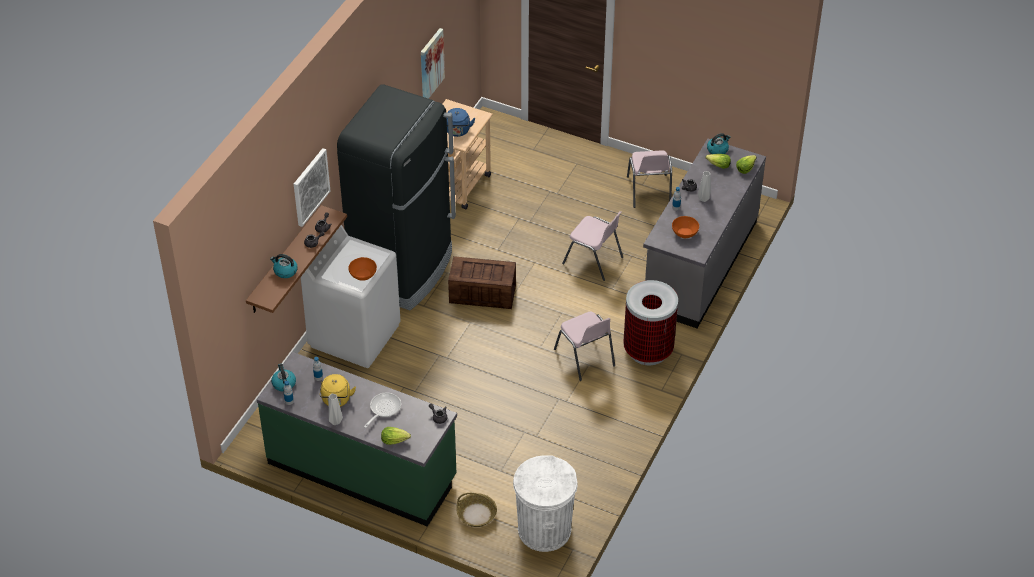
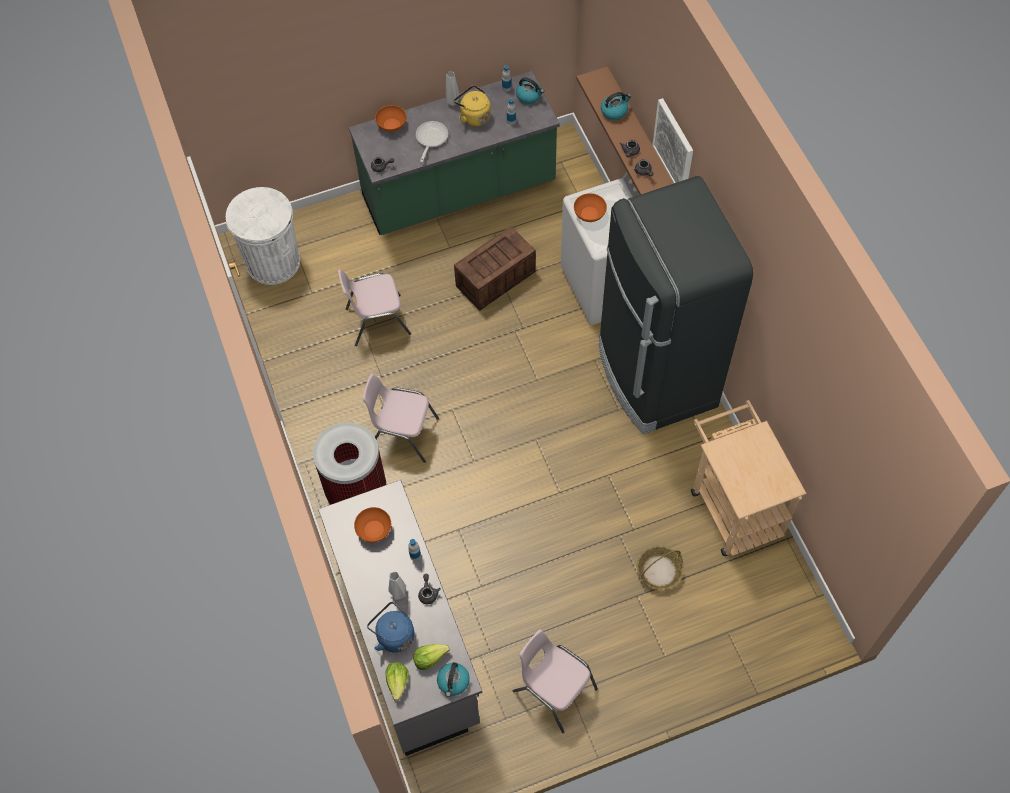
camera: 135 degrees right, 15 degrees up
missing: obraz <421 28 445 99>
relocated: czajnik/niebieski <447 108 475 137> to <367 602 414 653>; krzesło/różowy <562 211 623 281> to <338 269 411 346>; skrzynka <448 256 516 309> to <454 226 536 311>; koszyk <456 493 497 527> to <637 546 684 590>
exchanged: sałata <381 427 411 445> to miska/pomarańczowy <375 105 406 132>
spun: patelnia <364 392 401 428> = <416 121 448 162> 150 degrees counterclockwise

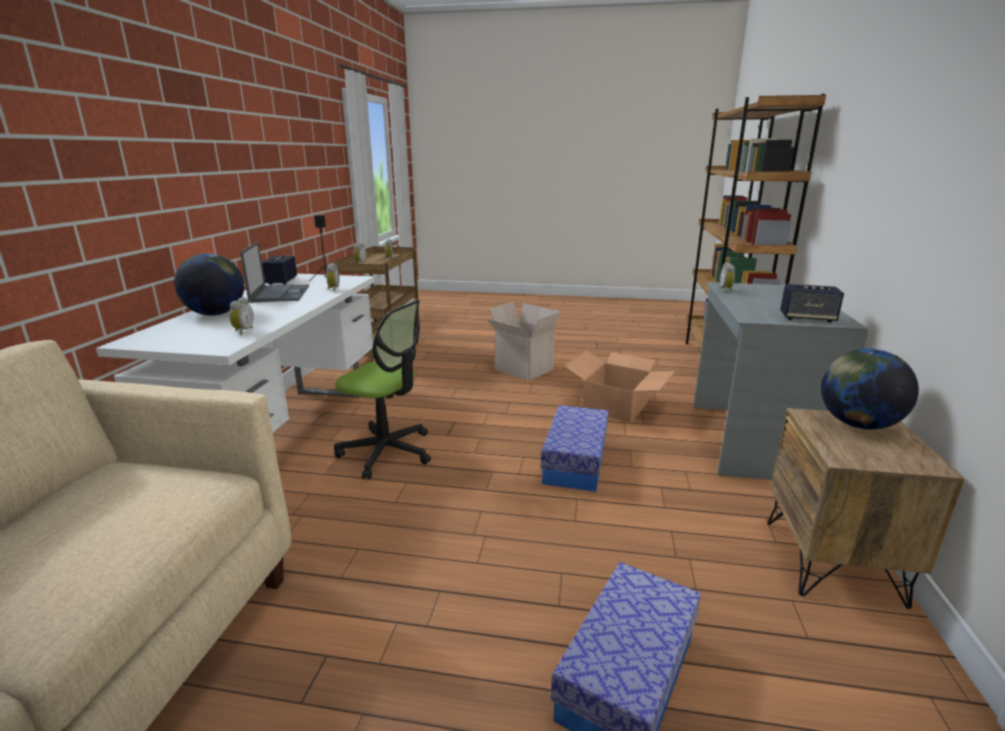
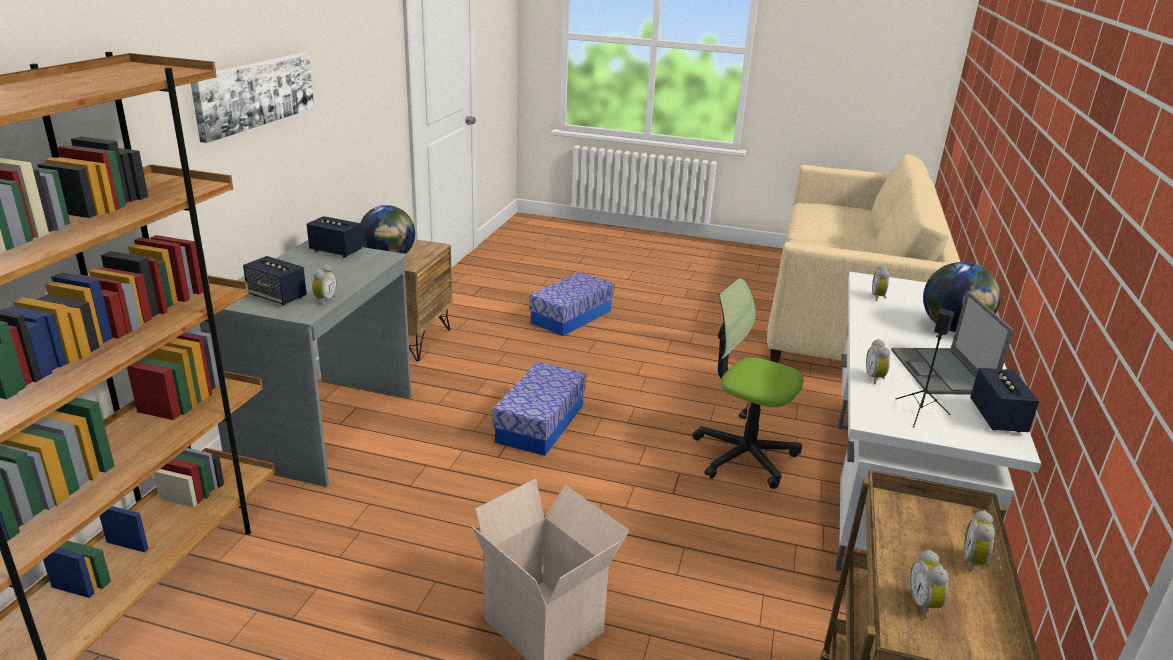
camera: 175 degrees left, 5 degrees up
missing: karton <565 350 675 422>
appeared: obraz <191 52 314 143>; głośnik <243 256 307 305>

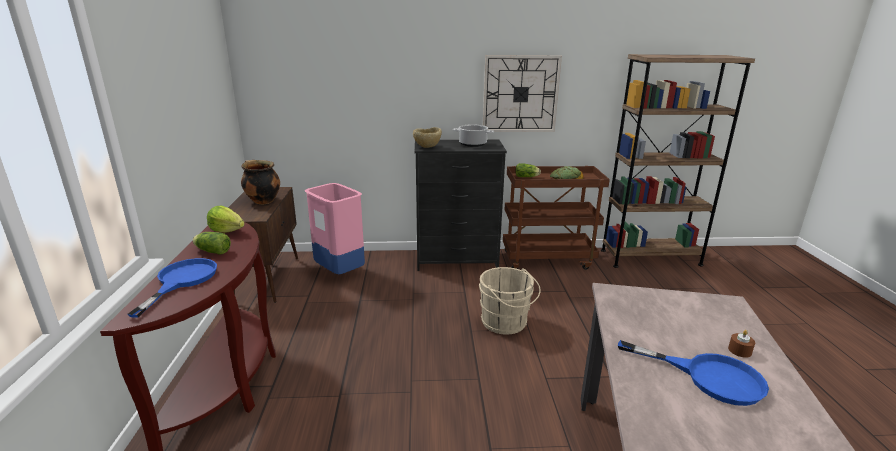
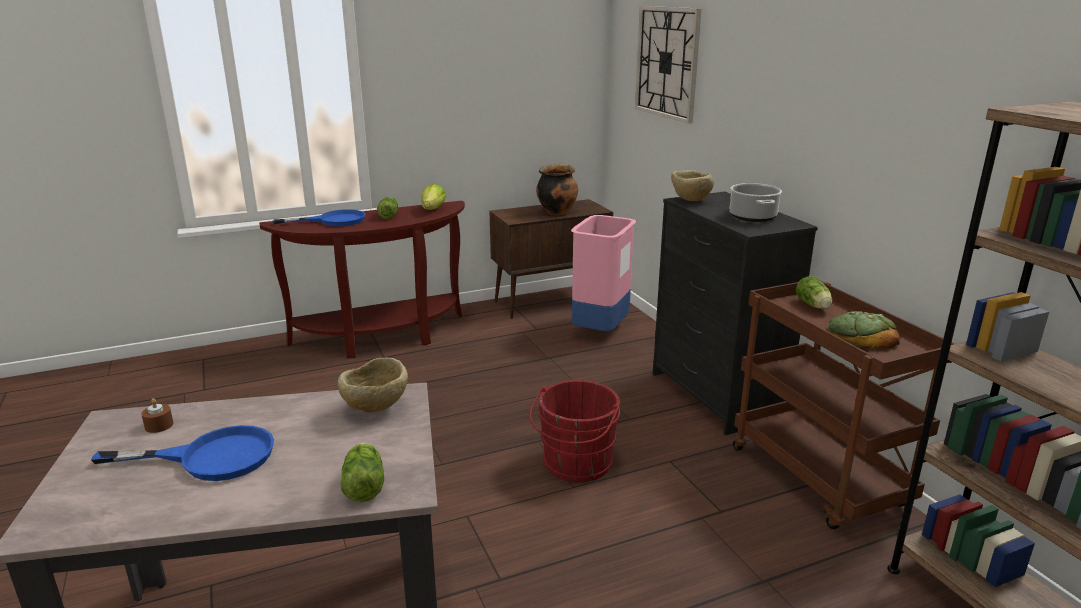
camera: 70 degrees right, 0 degrees up
appeared: miska/beżowy <338 358 408 413>; sałata <340 443 384 502>
relocated: zegar ścienny <483 55 562 132> to <635 6 702 124>; świeca/brązowy <728 330 755 358> to <141 398 173 433>
colour: wiadro/beżowy <479 267 541 335> to wiadro/czerwony <529 380 621 482>
spun: patelnia/niebieski <618 340 769 406> = <91 425 274 481> 105 degrees counterclockwise

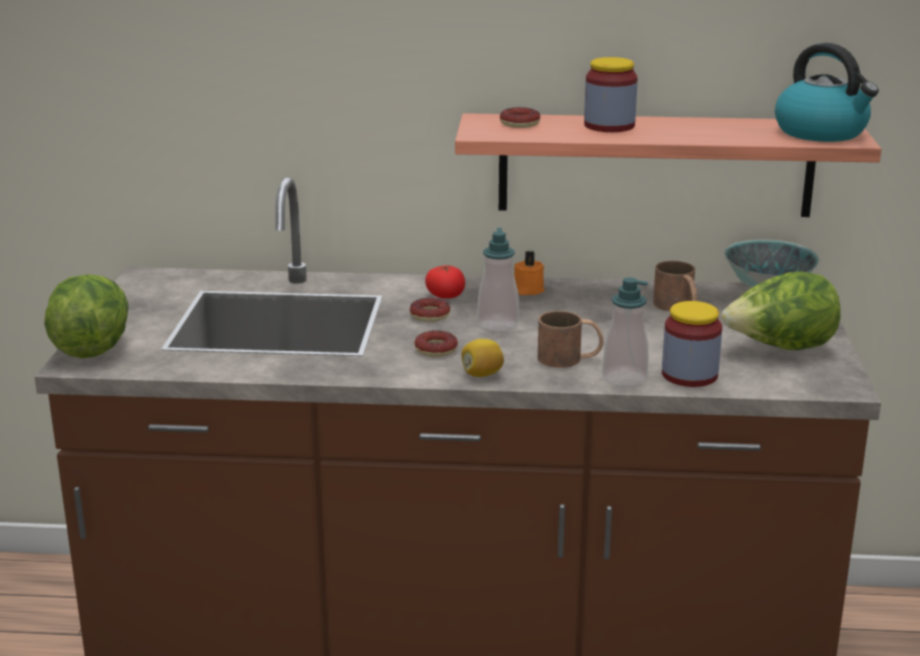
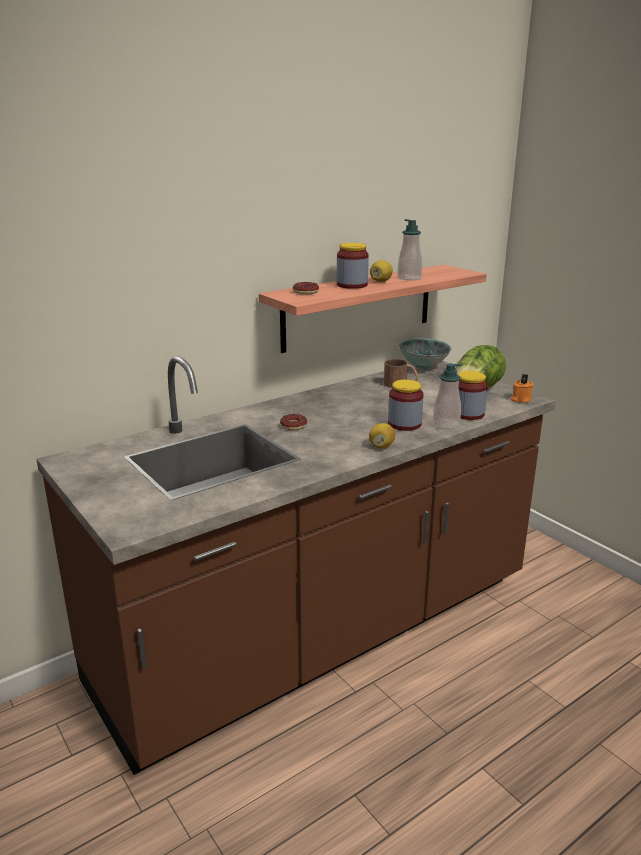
camera: 40 degrees left, 0 degrees up
missing: czajnik <775 43 879 142>; pomidor <425 265 465 299>; sałata <44 274 129 359>; donut <414 331 458 357>
appeared: cytryna <370 260 393 282>
relocated: dozownik mydła <477 228 519 332> to <397 219 422 281>; świeca/pomarańczowy <514 251 545 295> to <511 374 534 403>
exchanged: kubek/brązowy <538 311 604 368> to słoik <388 380 424 431>

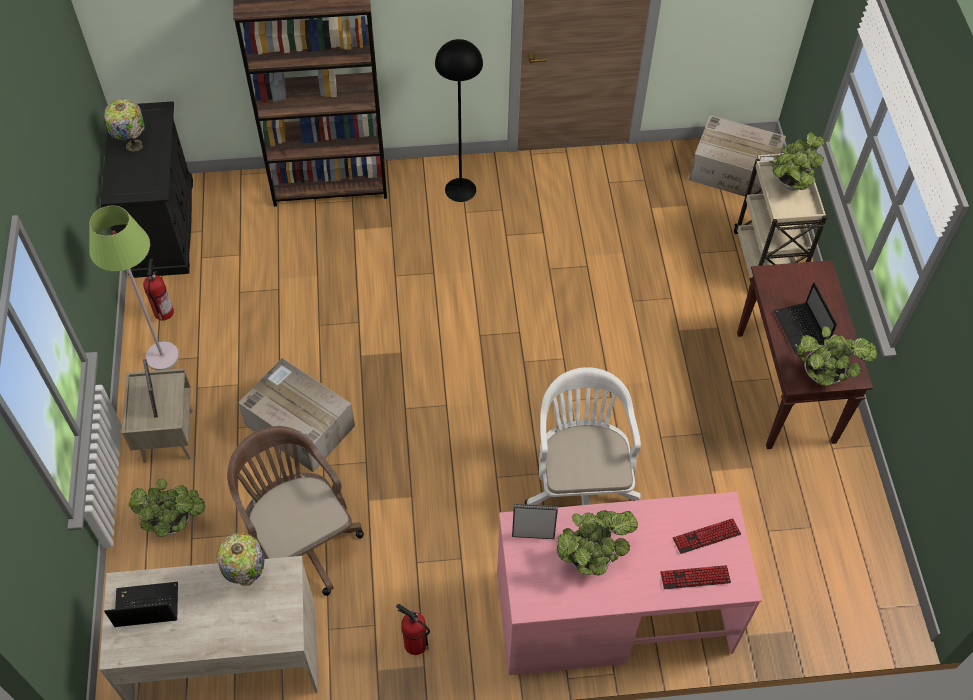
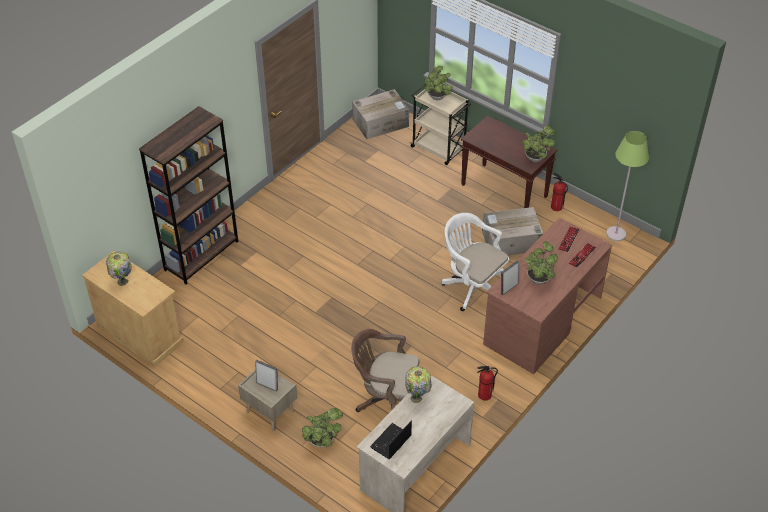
camera: 45 degrees left, 10 degrees down
missing: lampa stojąca/czarny <435 39 483 202>; laptop <774 282 837 354>
relocated: lampa stojąca/zielony <89 206 179 370> to <606 131 649 241>; gaśnica <143 259 174 320> to <551 173 568 211>; karton <238 358 355 472> to <482 207 543 255>
colour: szafka/czarny <101 101 193 278> to szafka/beżowy <82 251 183 368>; biurko/różowy <497 492 763 675> to biurko/brązowy <483 218 612 374>

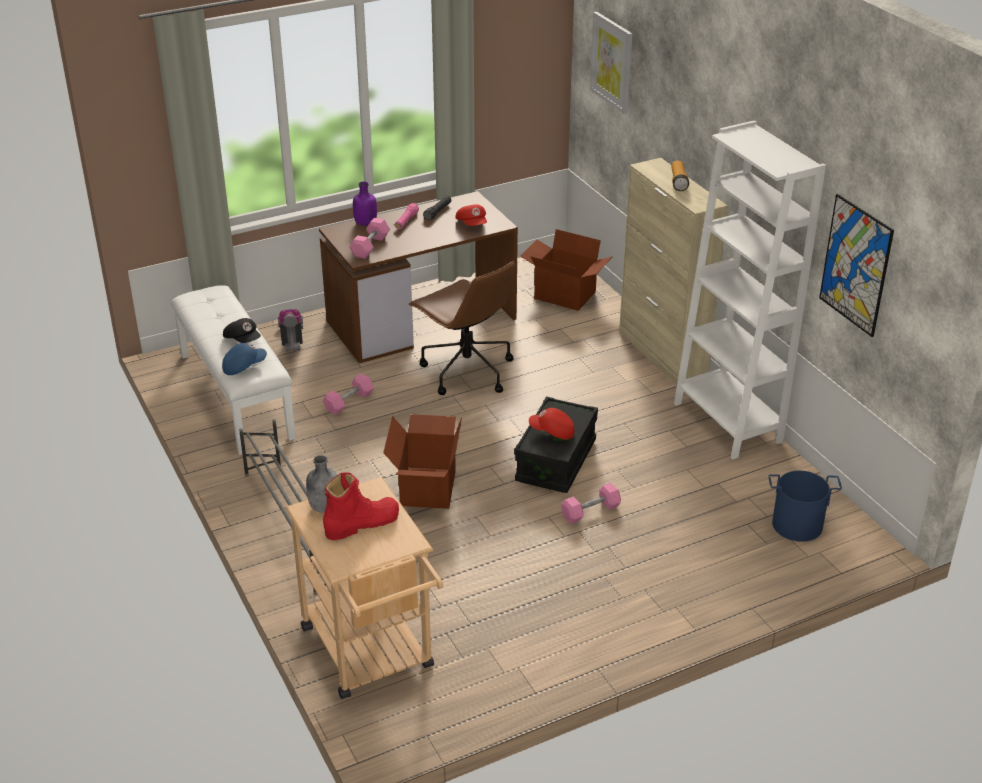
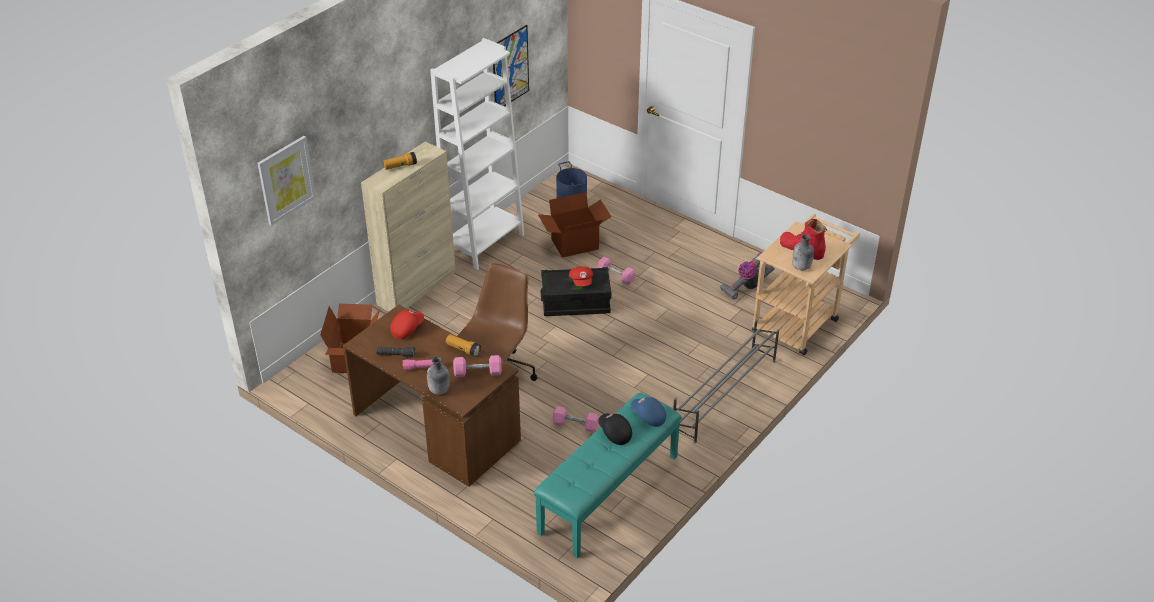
camera: 115 degrees left, 5 degrees up
appeared: latarka <446 334 481 357>
relocated: odkurzacz <278 309 303 351> to <720 252 775 300>; karton <383 414 462 509> to <538 192 612 258>
colour: butelka/fioletowy <353 182 377 226> to butelka/szary <427 357 450 395>; ławka/biały <171 286 296 455> to ławka/turkusowy <534 393 682 558>
spun: czapka z daszkiem/czarny <223 318 261 343> = <598 414 632 445> 60 degrees counterclockwise

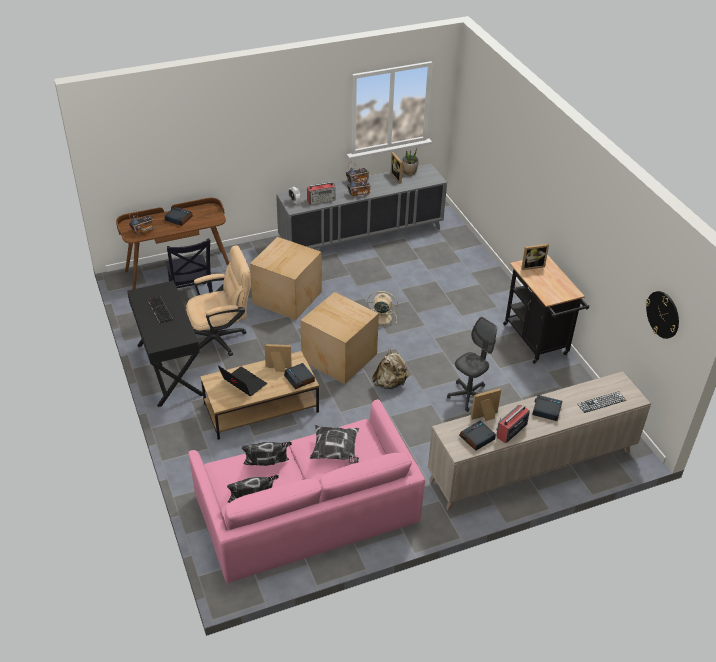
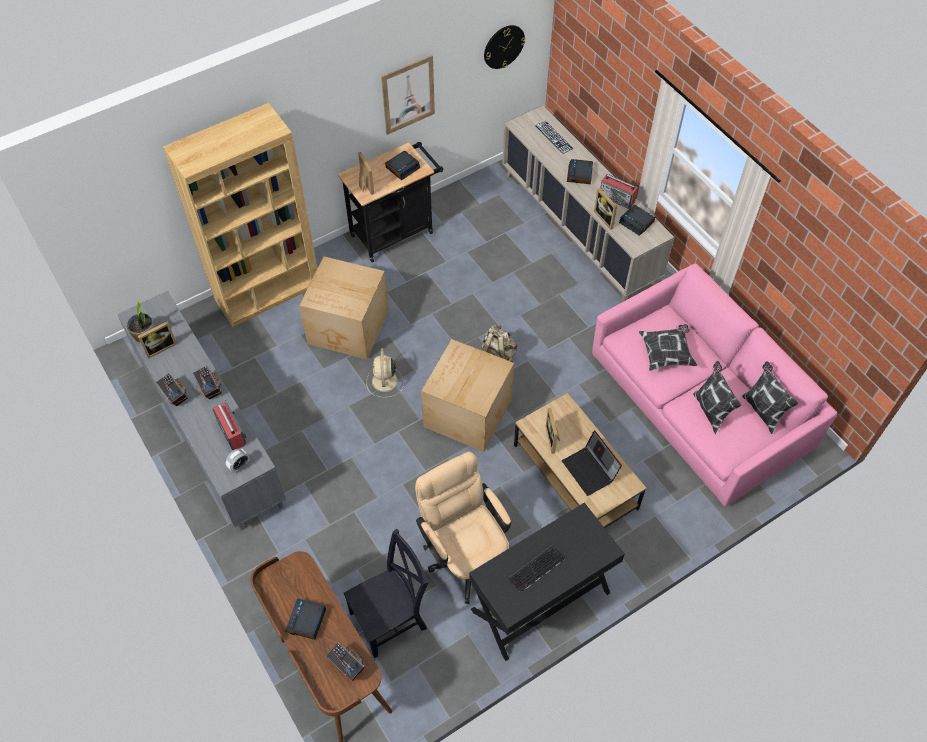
camera: 100 degrees left, 15 degrees up
missing: krzesło biurowe/szary <447 317 497 412>
appeared: obraz <381 55 435 135>; regał/brązowy <163 103 317 327>
relocated: karton <250 237 322 320> to <299 256 389 359>; budzik <284 363 315 389> to <385 150 420 180>
spun: laptop <218 365 267 396> = <562 430 622 496> 60 degrees counterclockwise

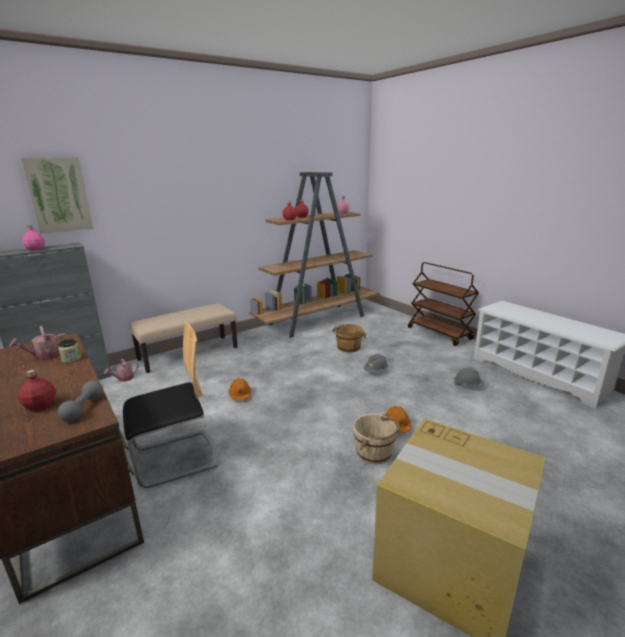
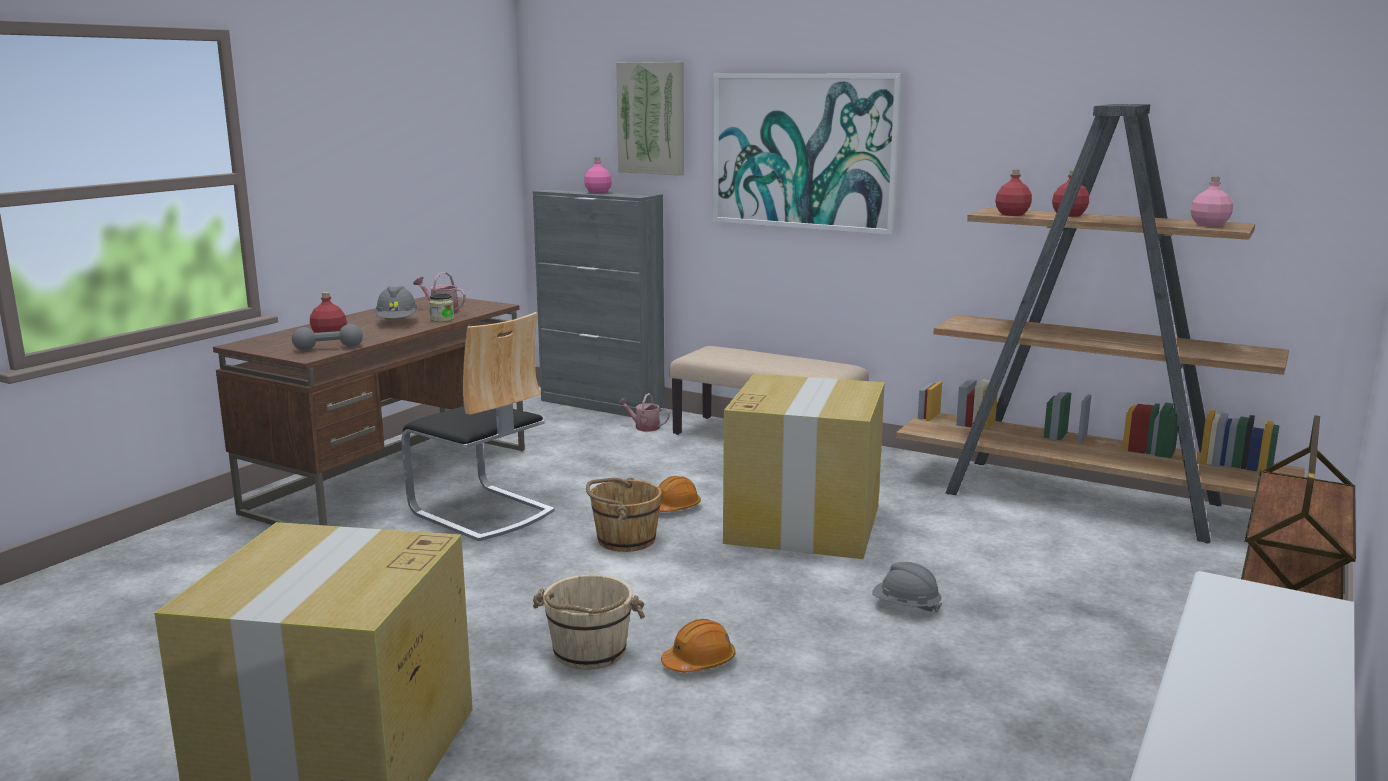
camera: 65 degrees right, 5 degrees down
appeared: obraz <713 74 903 235>; karton <723 373 885 559>
relocated: wiadro/brązowy <332 324 366 352> to <586 478 662 552>; kask/szary <454 368 484 387> to <375 286 418 318>

